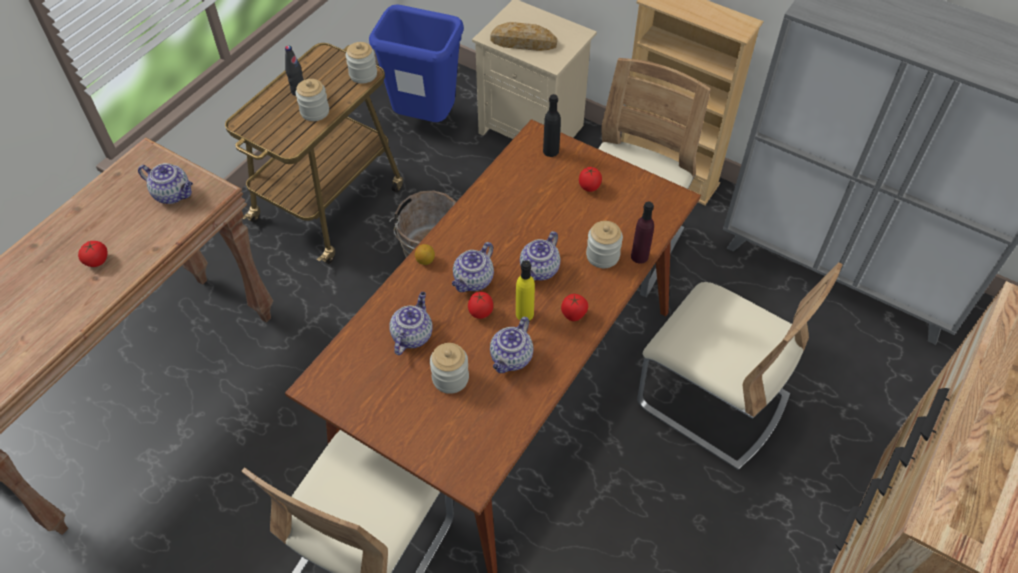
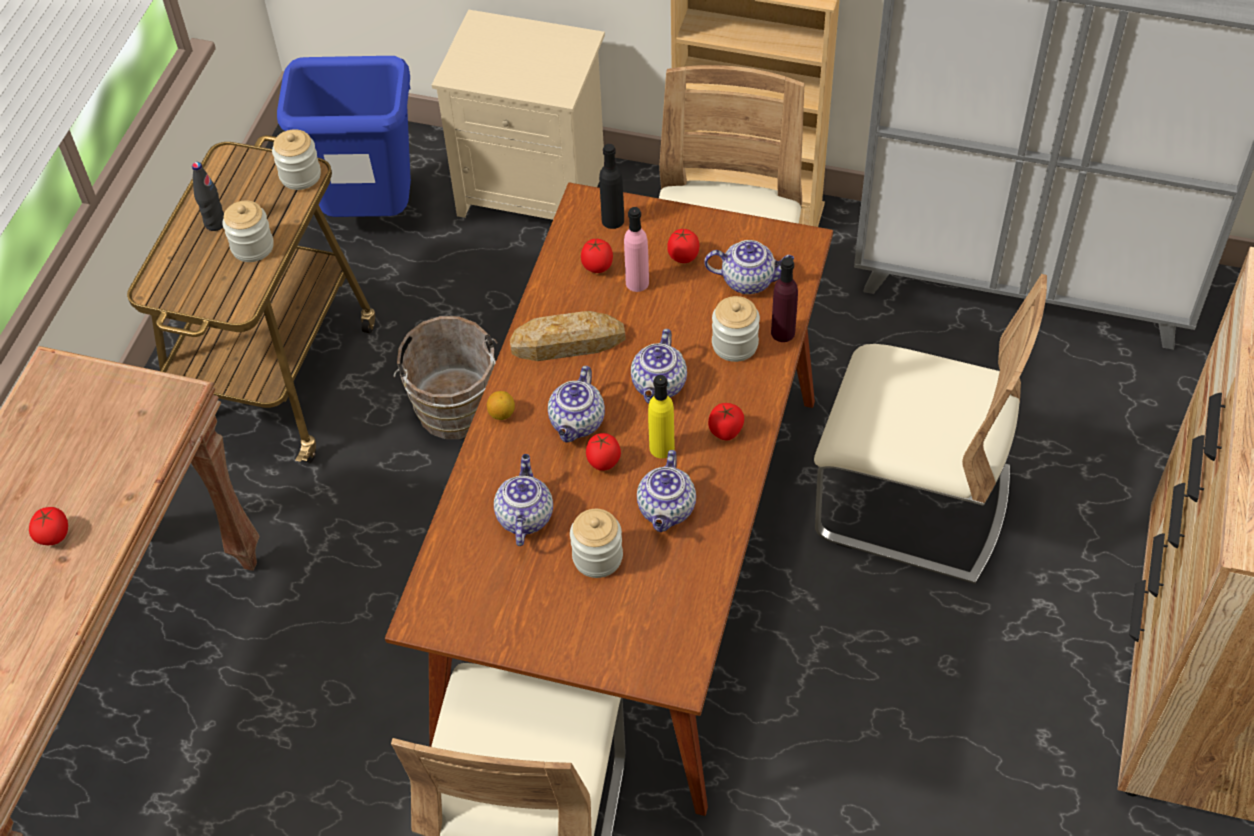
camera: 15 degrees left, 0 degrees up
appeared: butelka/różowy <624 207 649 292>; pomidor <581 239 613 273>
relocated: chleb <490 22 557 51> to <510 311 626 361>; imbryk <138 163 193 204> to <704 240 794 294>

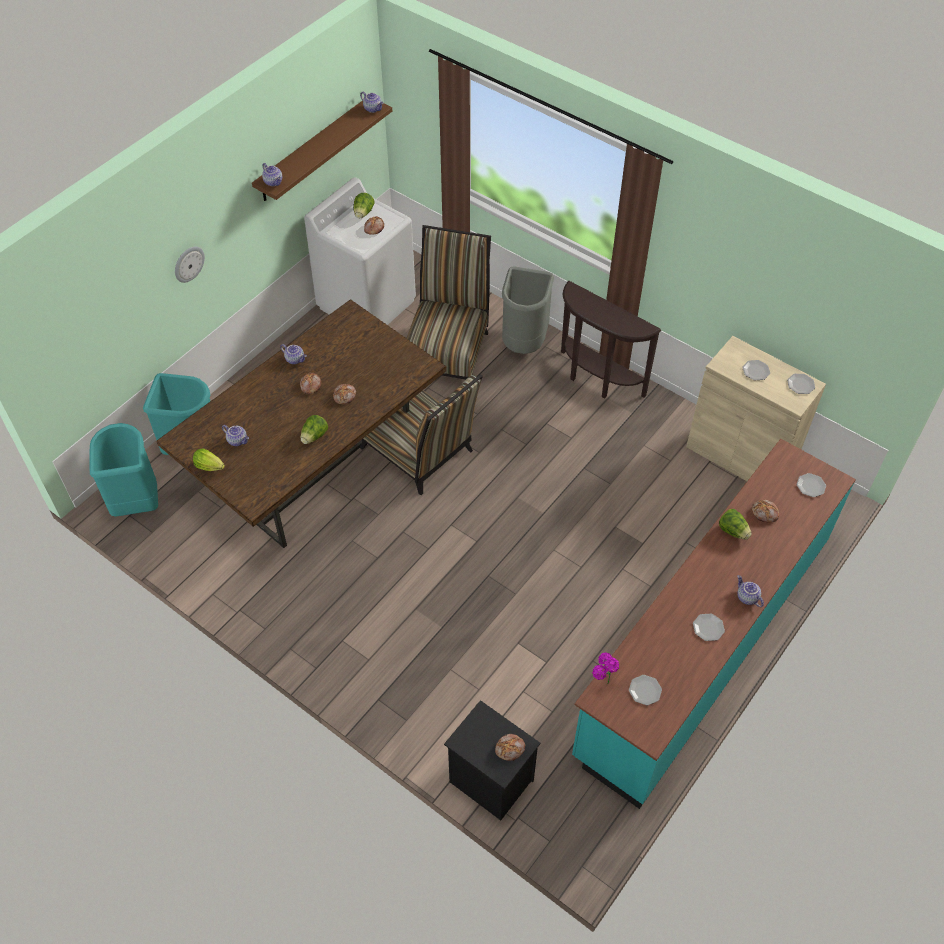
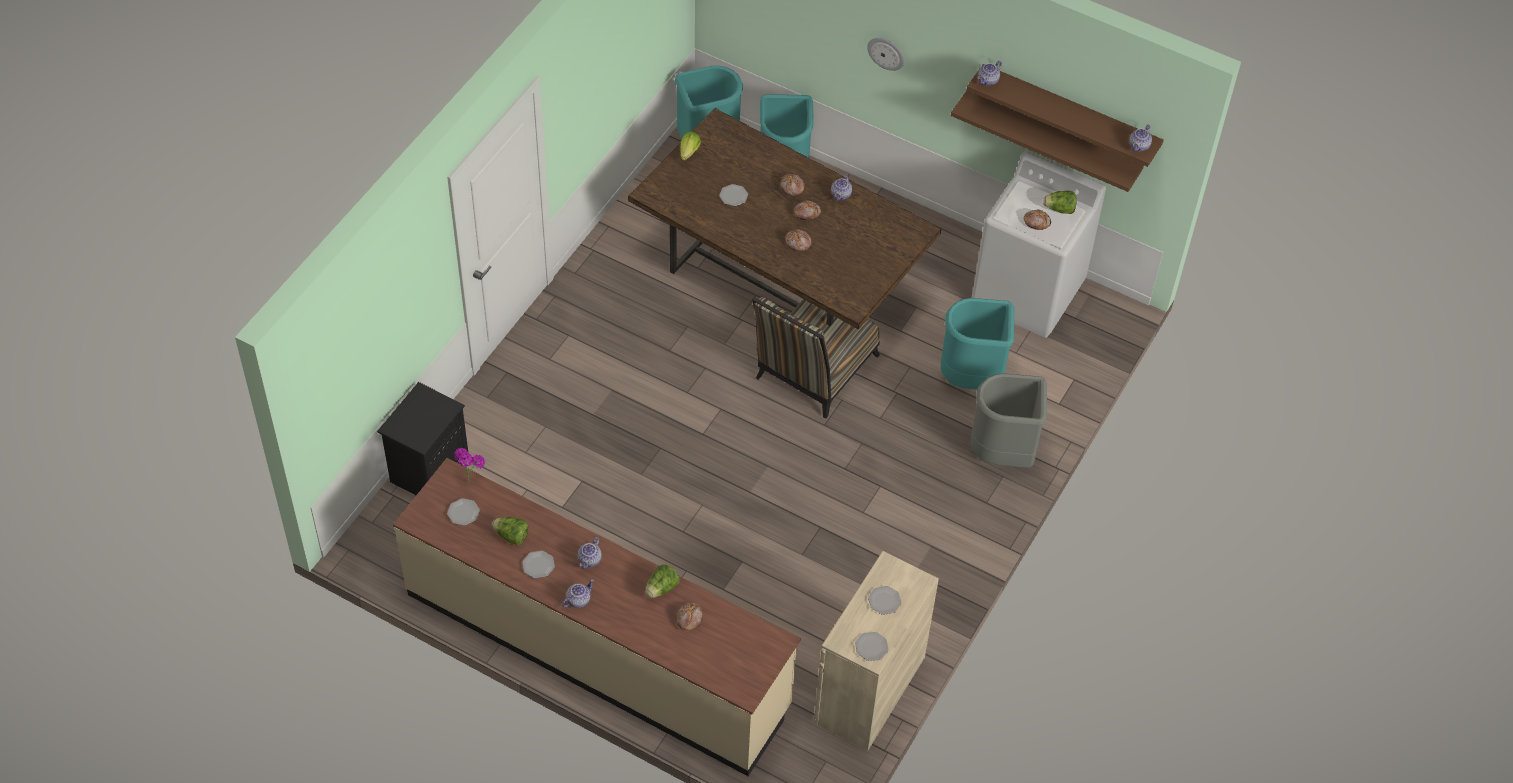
camera: 80 degrees right, 0 degrees up
missing: stolik konsolowy/brązowy <561 281 662 399>
appeared: półka/brązowy <951 90 1144 192>
relocated: sałata <300 415 328 444> to <492 517 528 545>; imbryk <222 425 249 446> to <578 537 602 569>; talerz <797 473 826 497> to <719 184 748 206>; chleb <495 734 525 761> to <780 174 805 196>
exchanged: krzesło <407 225 491 380> to kosz na śmieci/turkusowy <941 298 1014 390>
colour: zabudowa kuchenna/turkusowy <572 439 856 809> to zabudowa kuchenna/beżowy <393 458 801 776>

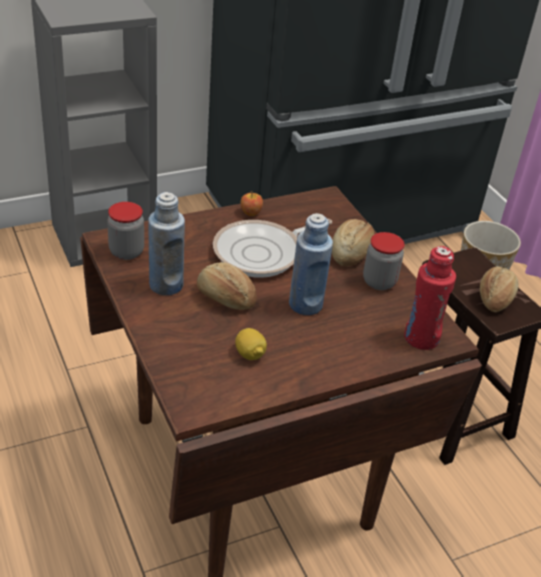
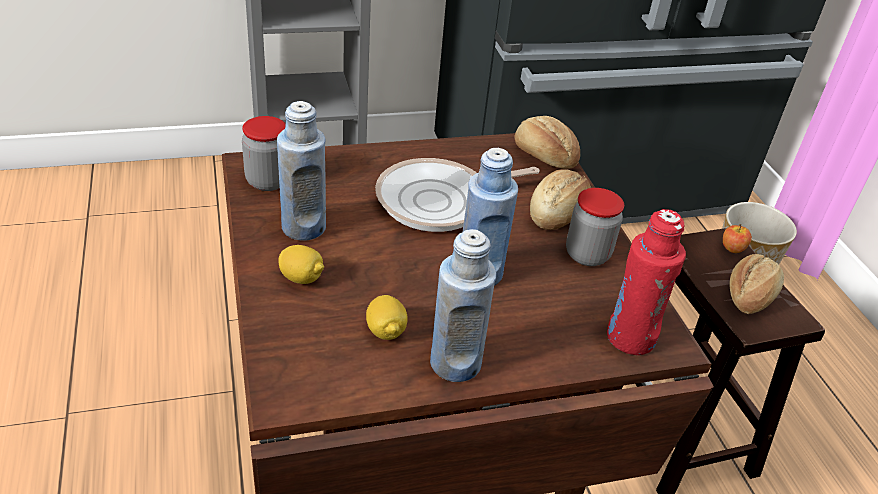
camera: 10 degrees right, 0 degrees up
appeared: butelka/niebieski <430 229 496 382>; cytryna <279 245 324 284>
relocated: jabłko <241 191 263 216> to <723 224 752 253>; chleb <197 262 257 310> to <515 116 580 169>

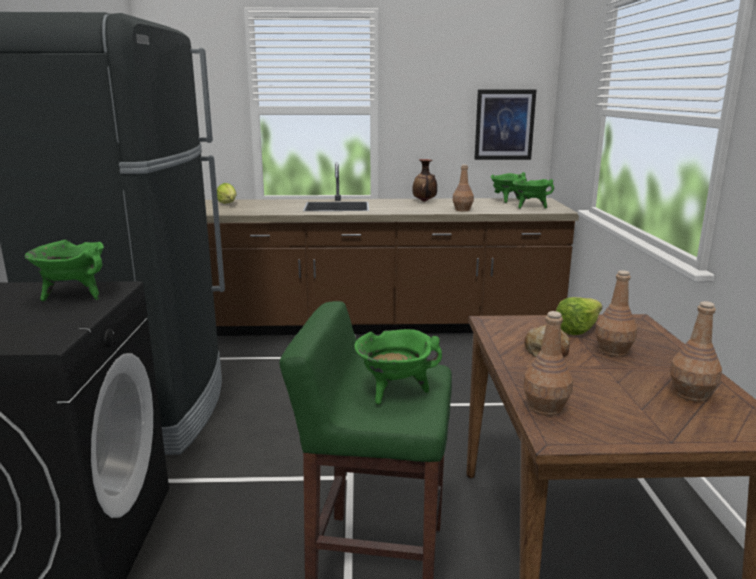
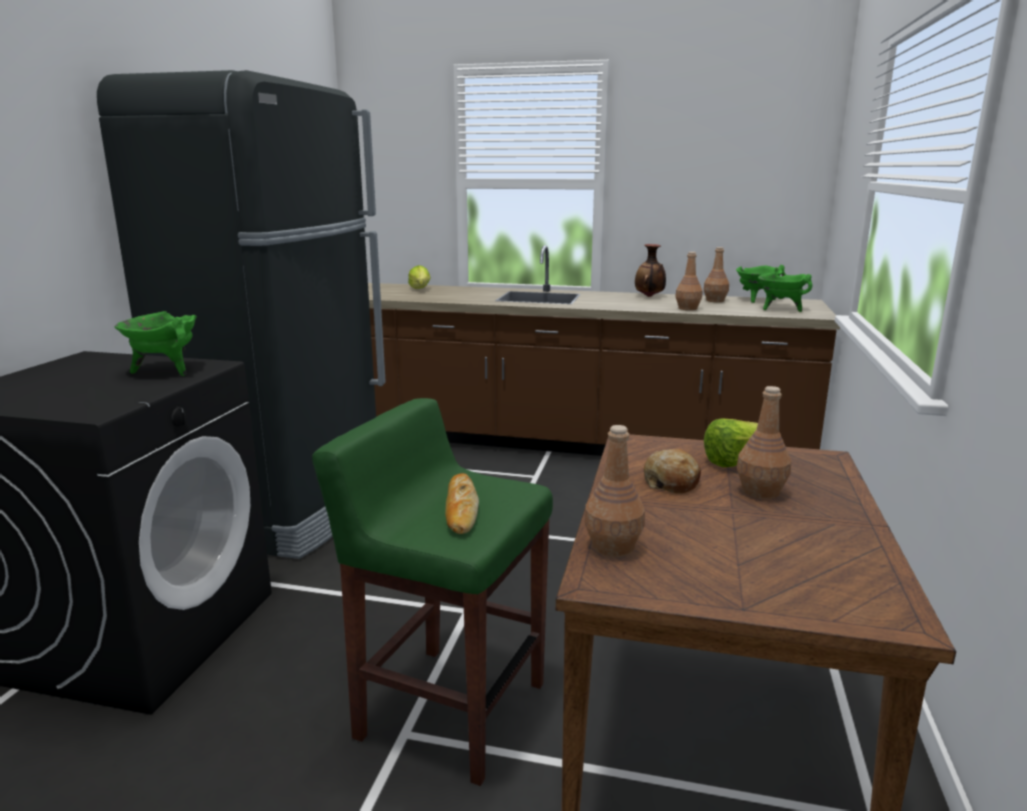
camera: 15 degrees right, 0 degrees up
missing: obraz <474 90 536 160>
relocated: butelka/brązowy <670 301 722 402> to <704 247 729 302>
exchanged: garnek/zielony <354 329 442 405> to chleb <445 473 479 534>

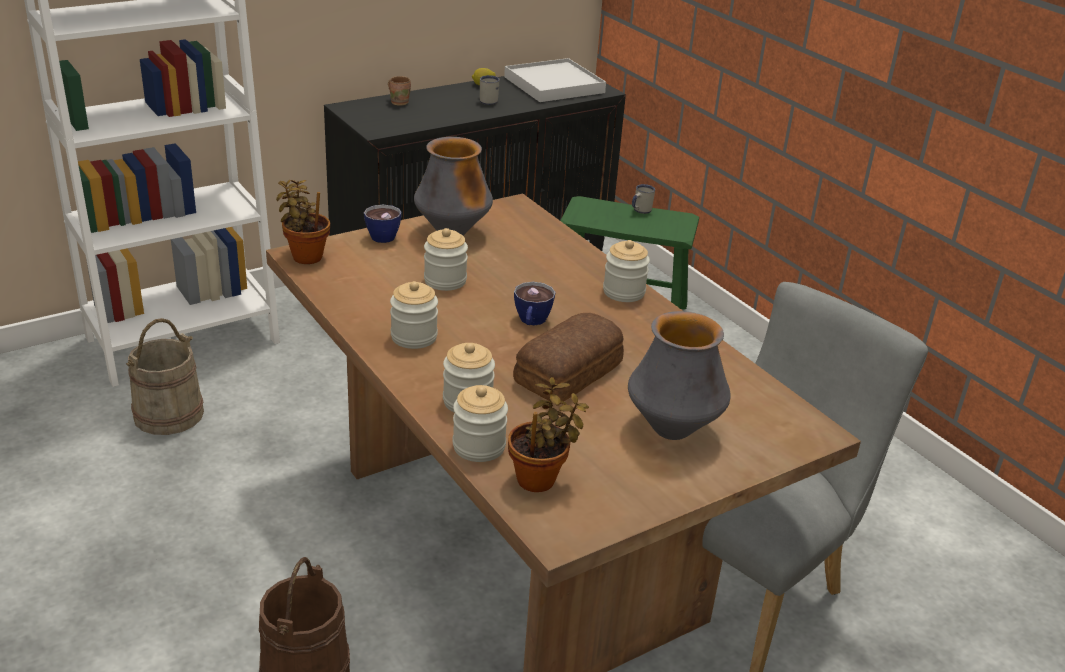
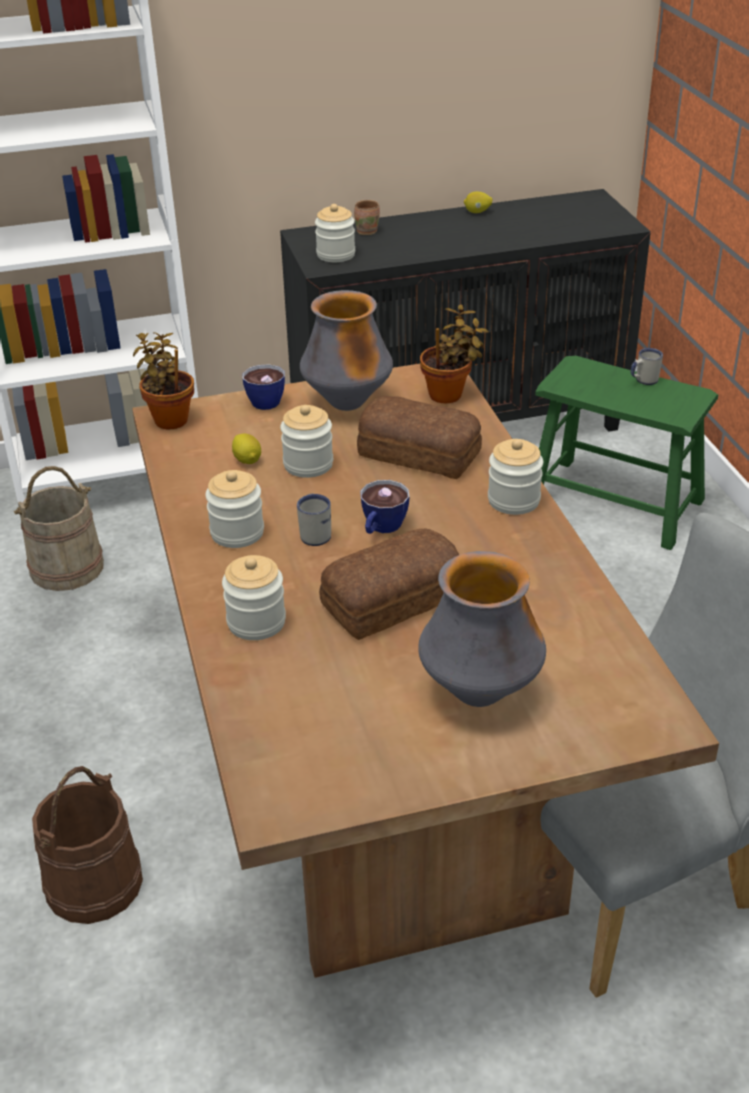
camera: 20 degrees right, 5 degrees up
missing: taca/biały <504 58 606 102>
appeared: chleb <357 396 482 479>; cytryna <232 433 261 464>
relocated: kubek/biały <480 75 499 105> to <297 494 331 546>; roślina doniczkowa <508 377 589 492> to <420 304 489 403>; słoik <453 385 508 462> to <315 204 355 262>

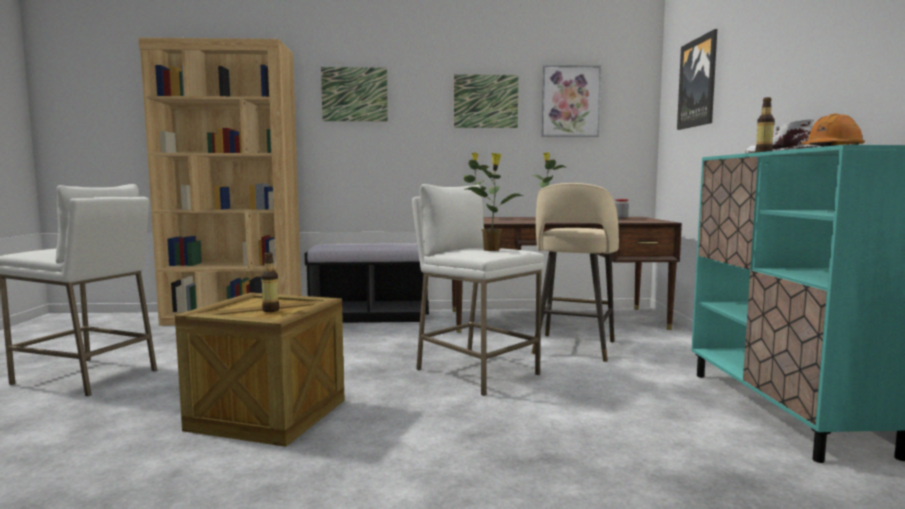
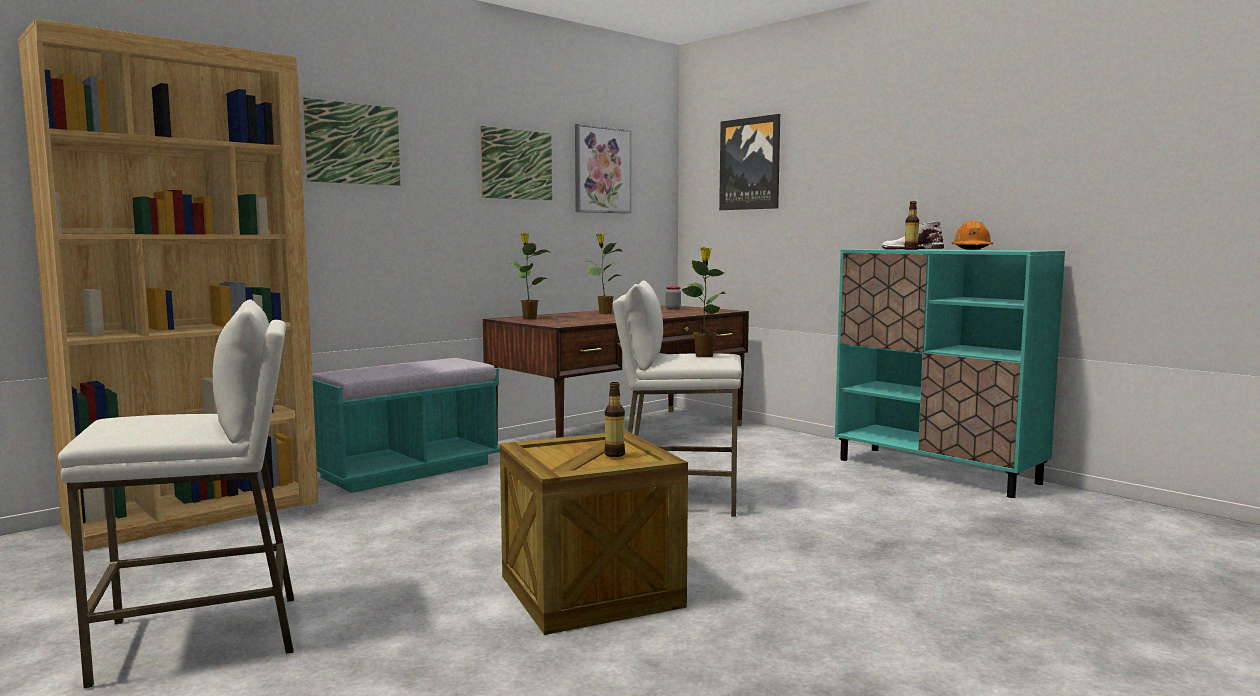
camera: 40 degrees left, 0 degrees up
missing: stołek/beżowy <532 183 619 362>
colour: ławka/czarny <305 243 429 323> to ławka/turkusowy <312 358 500 493>

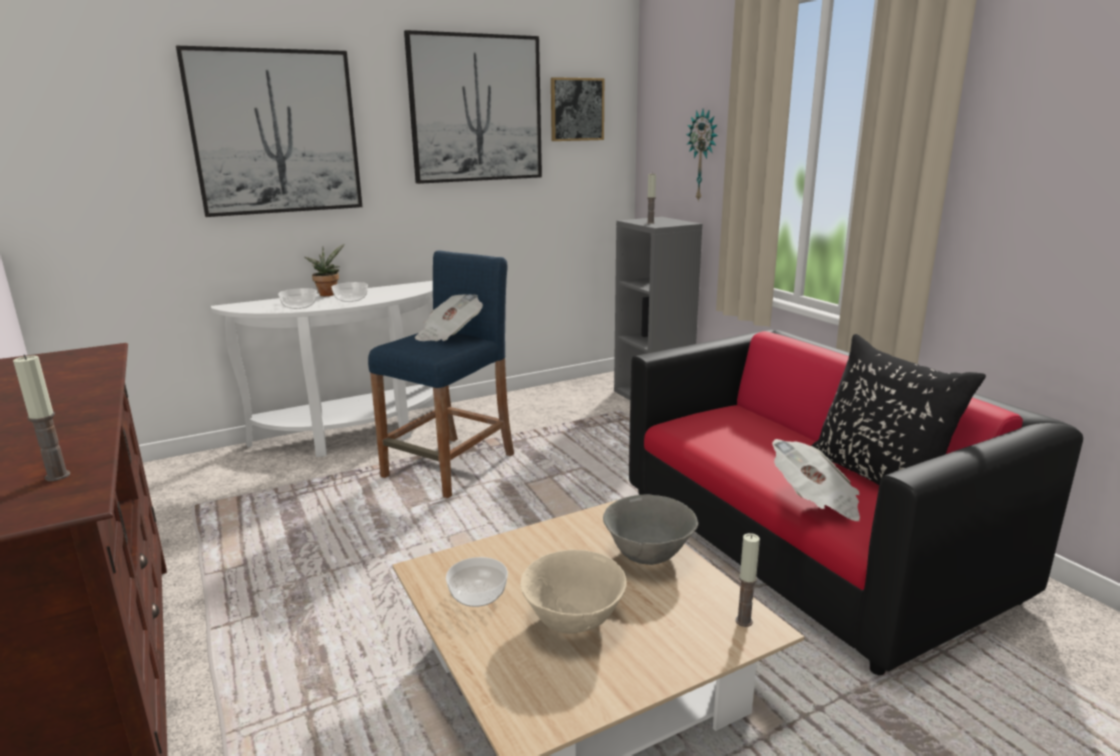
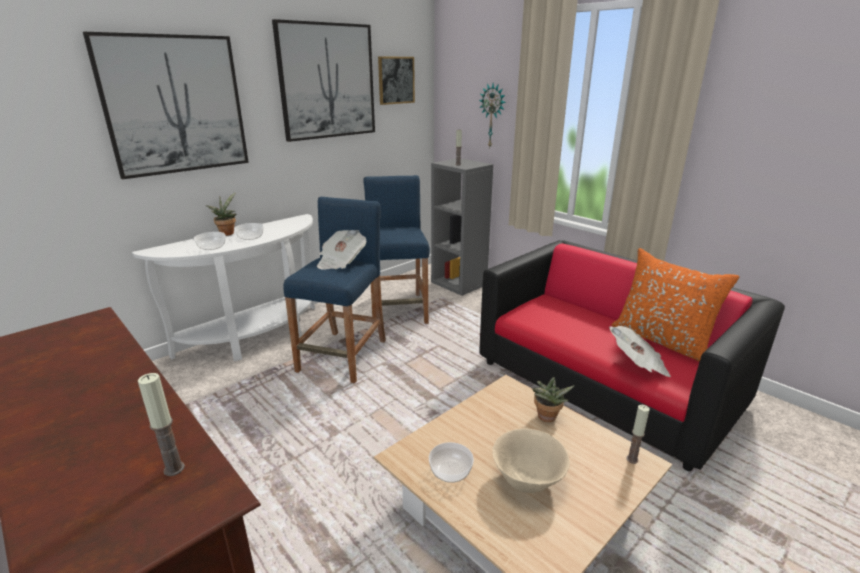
camera: 15 degrees left, 5 degrees up
appeared: stołek/niebieski <363 175 430 324>
exchanged: miska/szary <603 495 698 565> to roślina doniczkowa <532 377 575 422>
colour: poduszka/czarny <811 334 986 485> to poduszka/pomarańczowy <611 248 740 362>

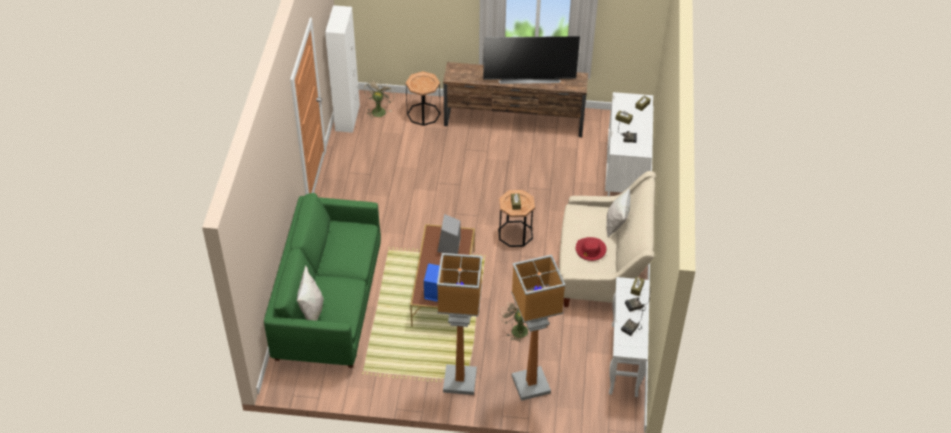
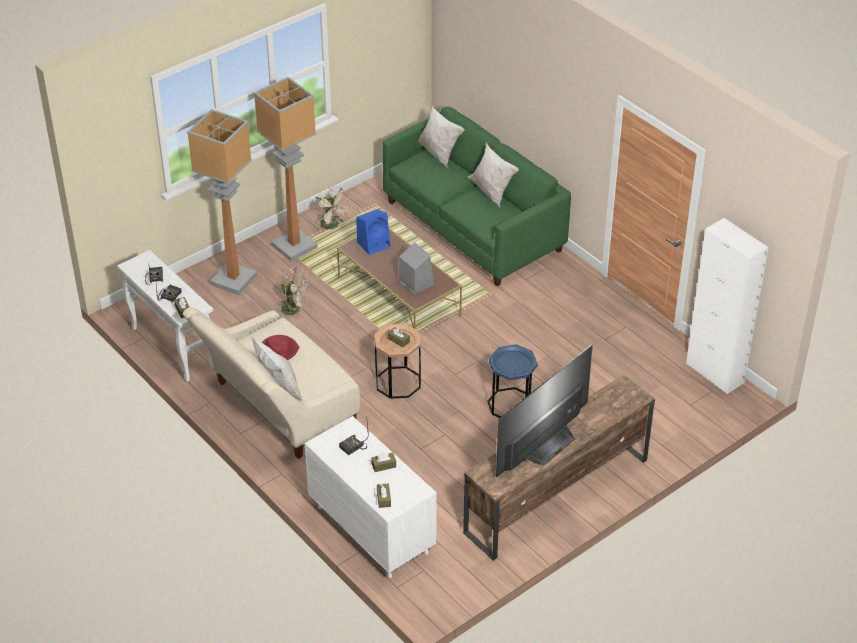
camera: 135 degrees right, 5 degrees down
missing: stolik/brązowy <406 71 440 126>
appeared: poduszka/biały <468 143 519 208>; stolik/niebieski <487 344 538 418>
relocated: wentylator/beżowy <364 79 395 119> to <313 186 352 233>

